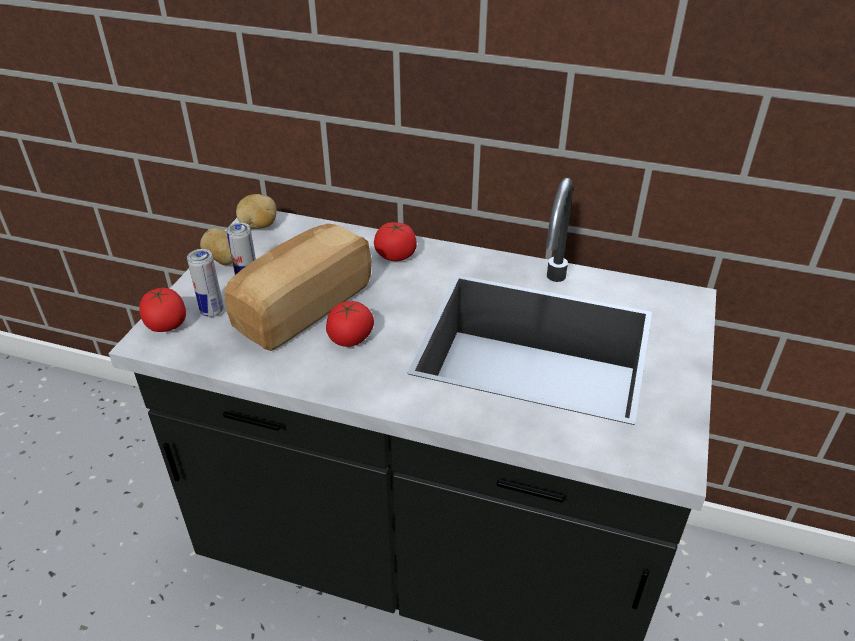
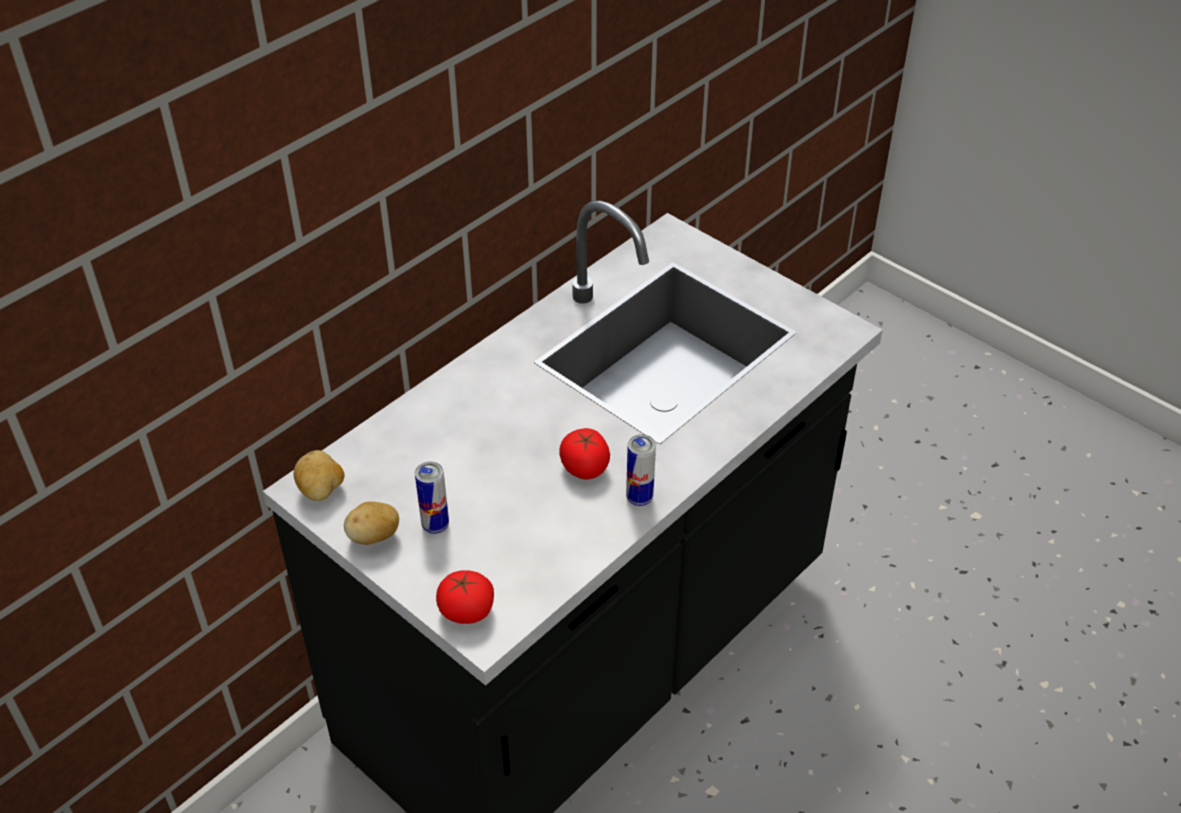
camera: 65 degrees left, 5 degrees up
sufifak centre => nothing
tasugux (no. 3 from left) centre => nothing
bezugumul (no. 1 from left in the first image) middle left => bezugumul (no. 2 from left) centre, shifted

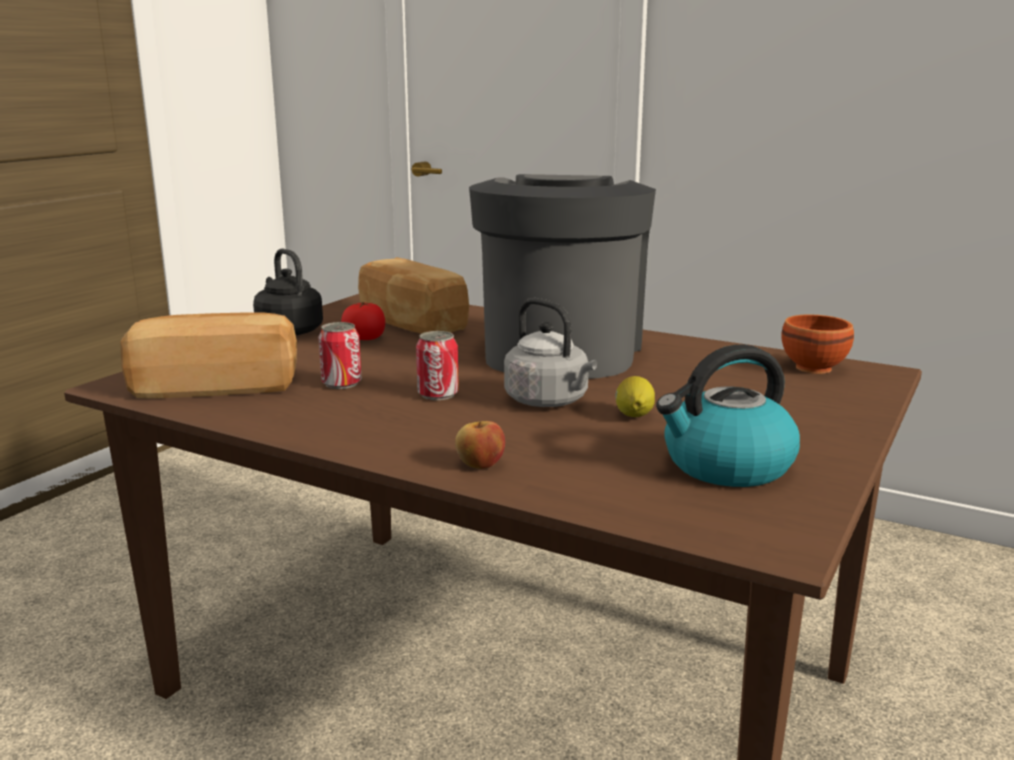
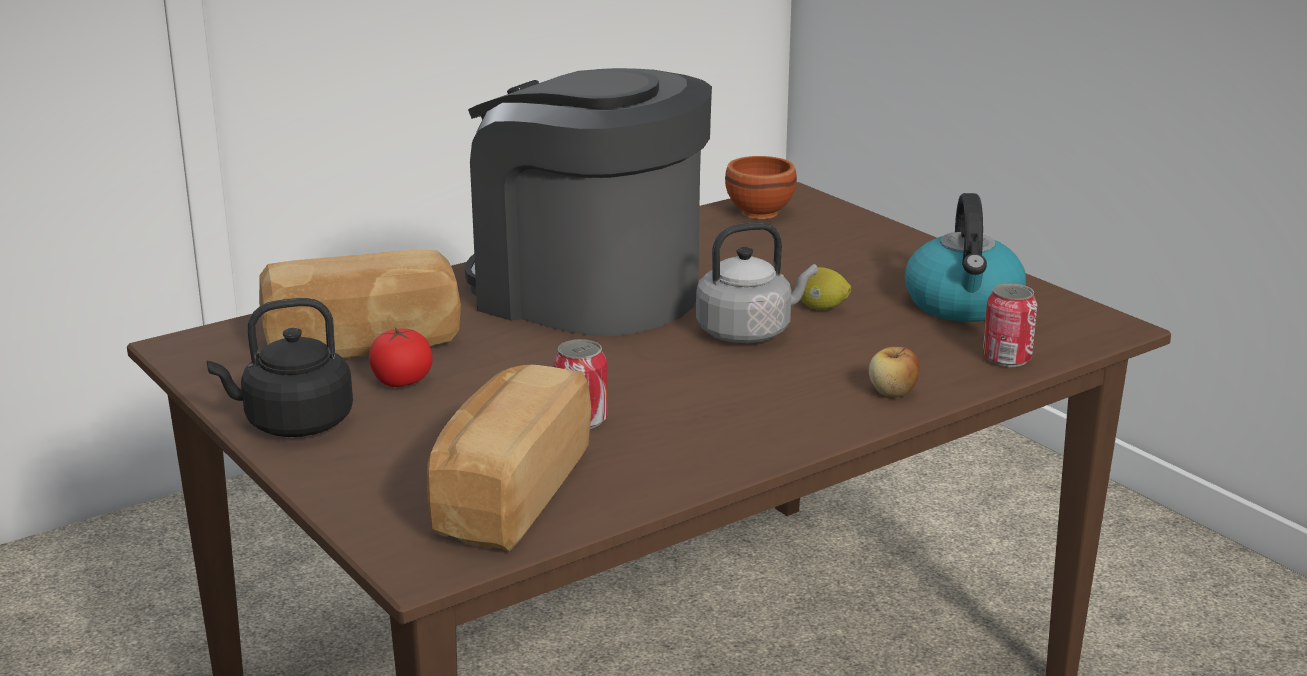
camera: 65 degrees left, 5 degrees up
bezugumul (no. 2 from left) centre => bezugumul (no. 2 from left) middle right, shifted

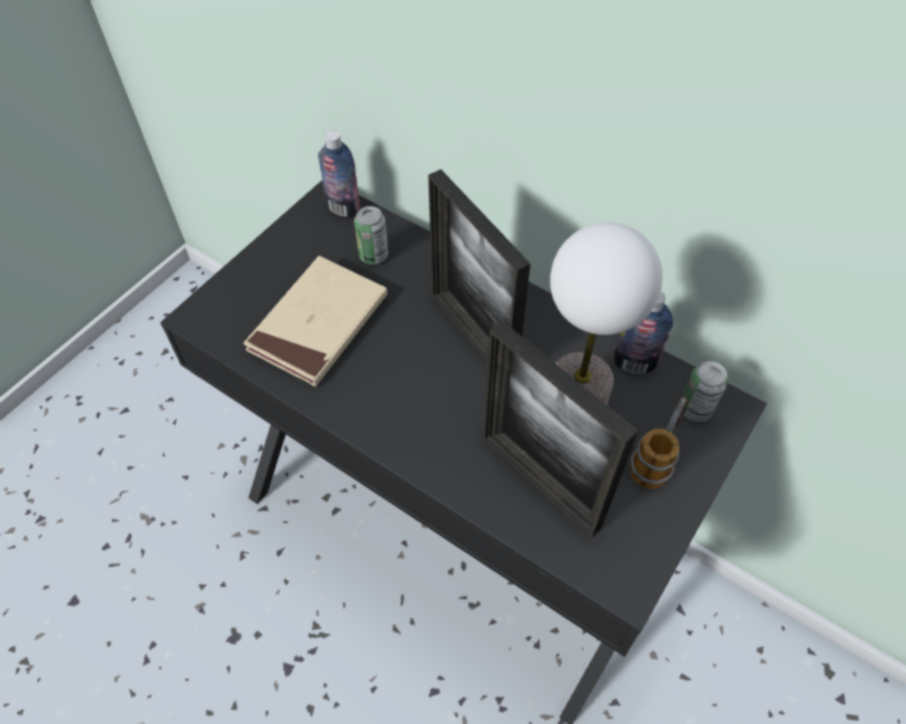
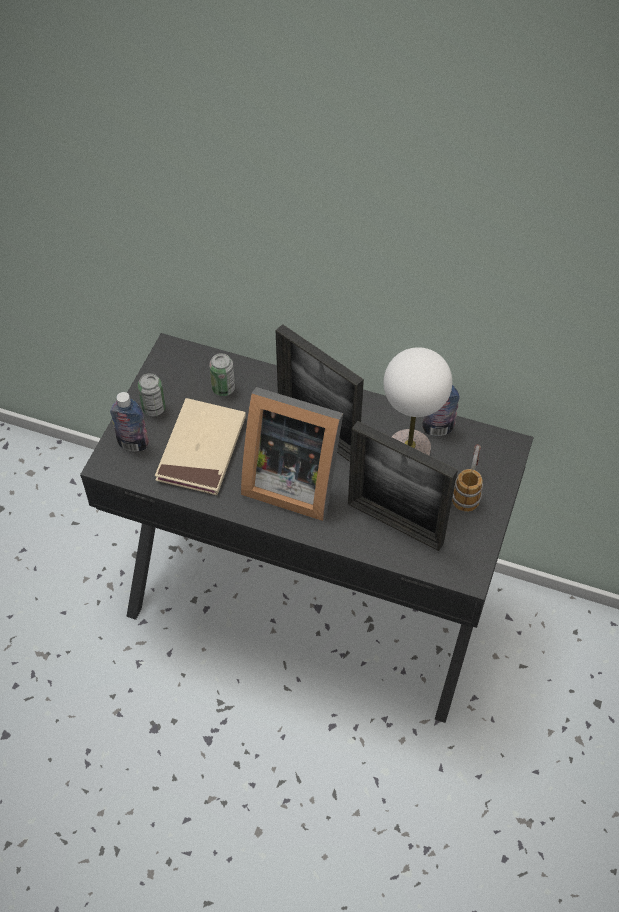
camera: 15 degrees left, 0 degrees up
nothing => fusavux (no. 1 from left) centre
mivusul (no. 1 from left) top centre => mivusul (no. 1 from left) middle left, shifted
bezugumul (no. 2 from left in the first image) middle right => bezugumul (no. 1 from left) middle left, shifted

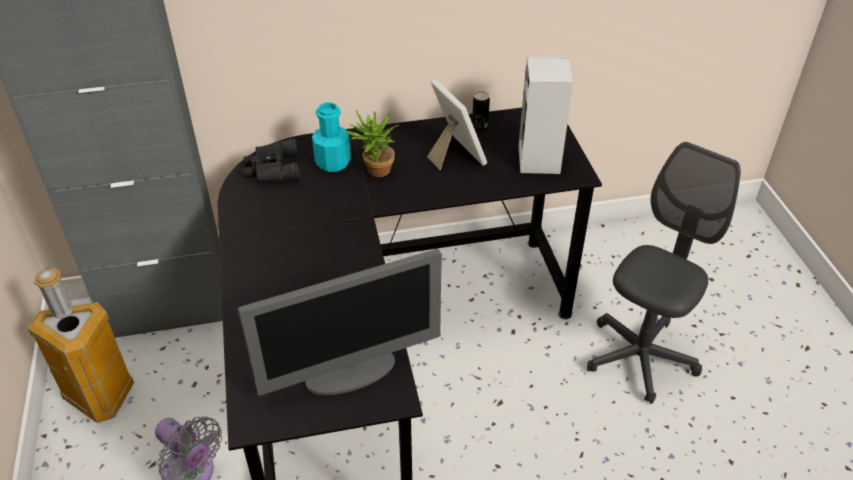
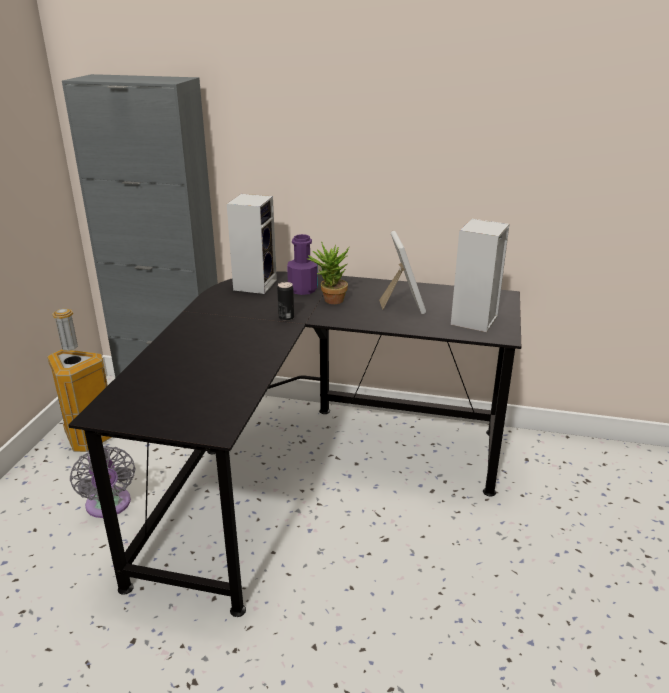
camera: 25 degrees right, 15 degrees down
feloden bottom centre => nothing
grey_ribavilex middle right => nothing
bezugumul top centre => bezugumul centre, shifted
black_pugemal middle left => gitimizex (no. 1 from left) centre
turquoise_mivusul top centre => purple_mivusul centre

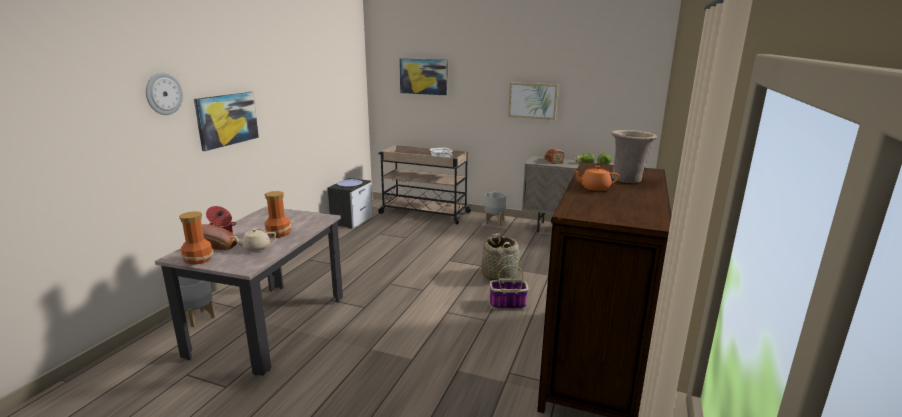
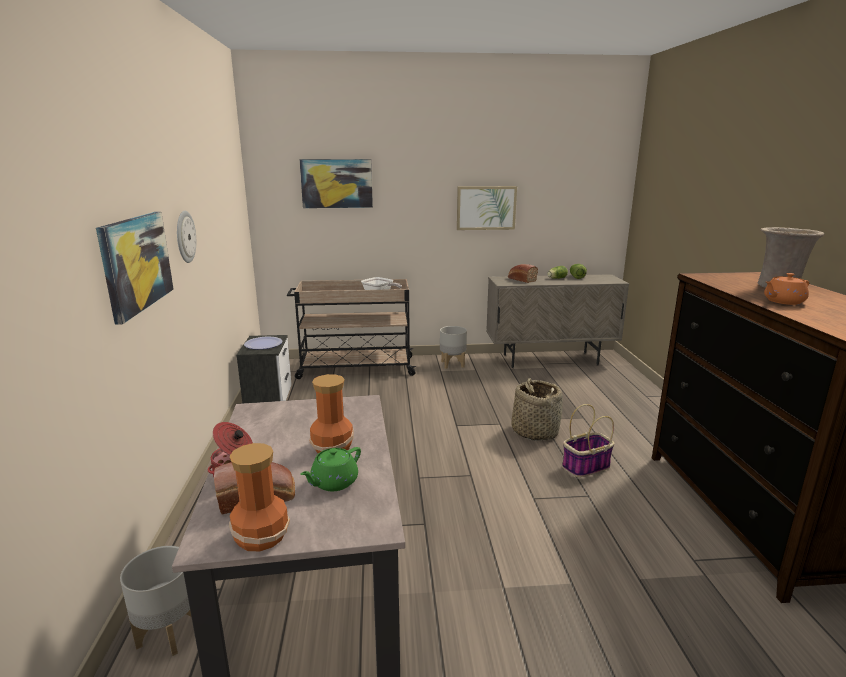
camera: 25 degrees left, 0 degrees up
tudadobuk top left => tudadobuk middle left, shifted
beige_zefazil middle left => green_zefazil bottom centre

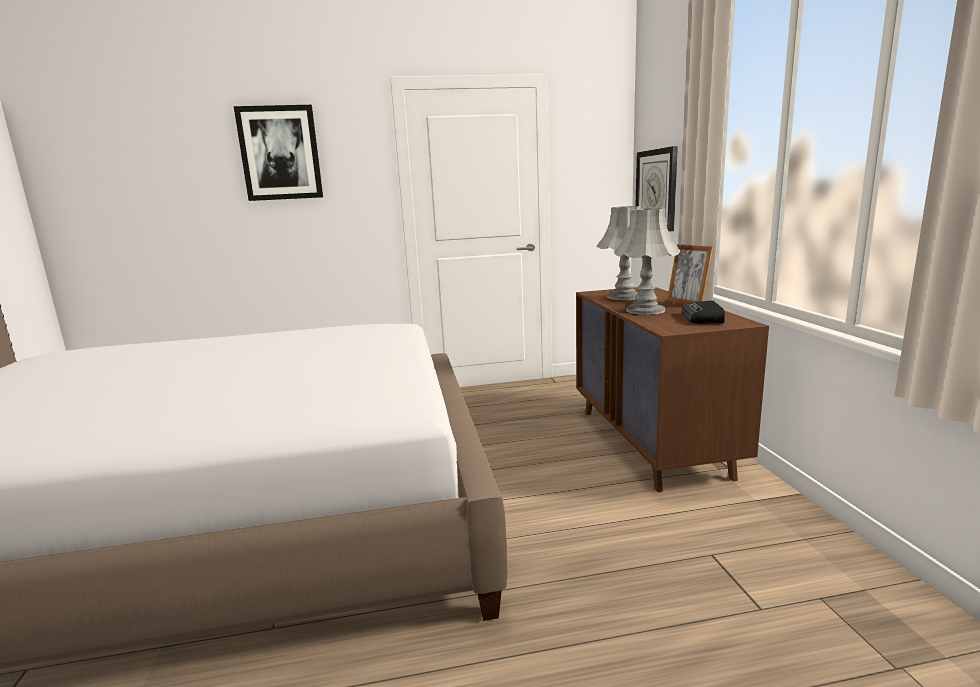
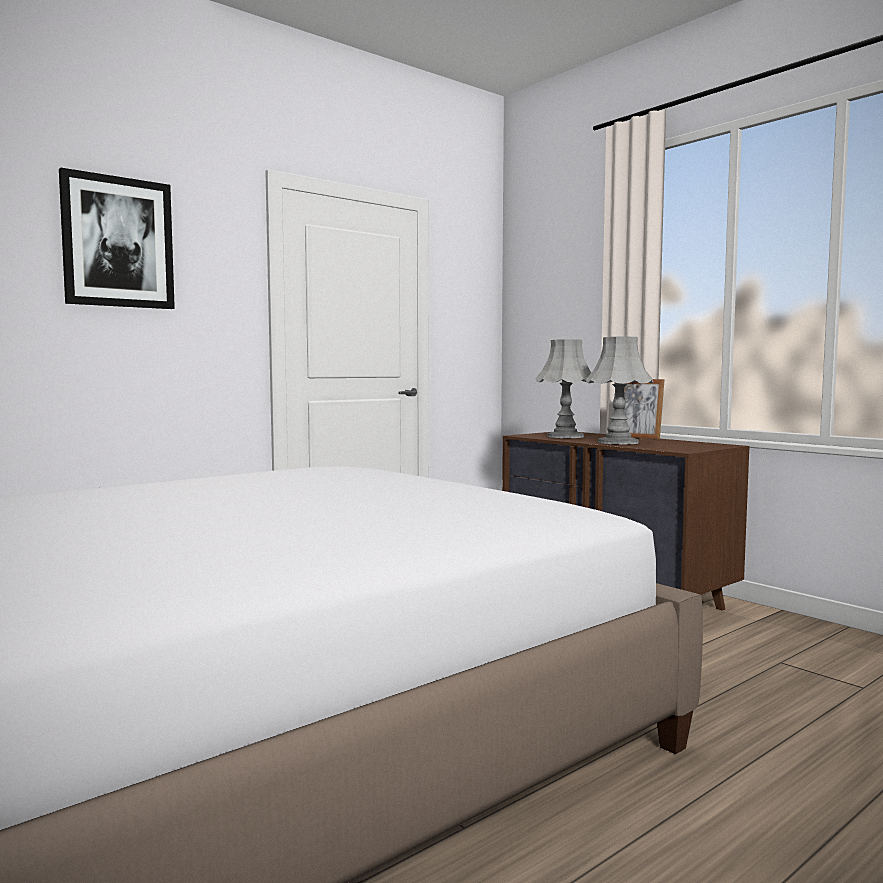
camera: 30 degrees left, 10 degrees down
tudadobuk top right => nothing
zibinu middle right => nothing

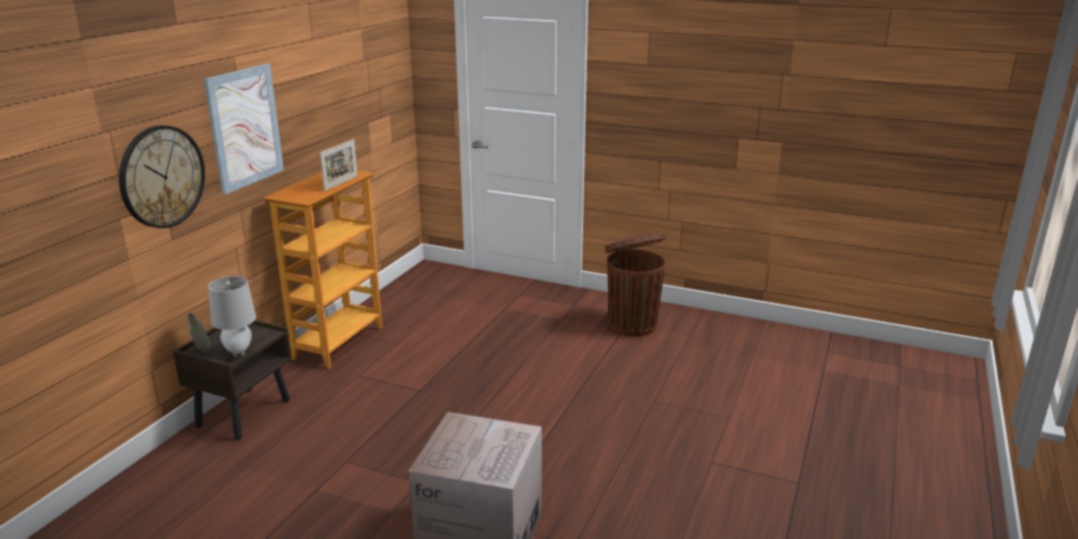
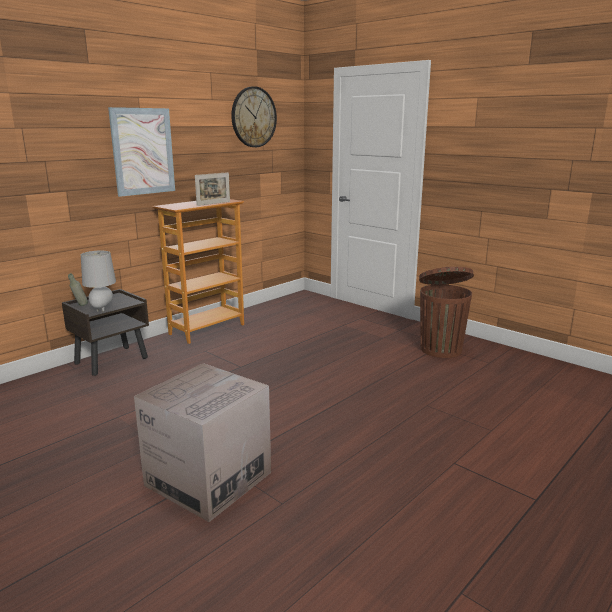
camera: 20 degrees right, 5 degrees down
tudadobuk top left => tudadobuk top centre, shifted

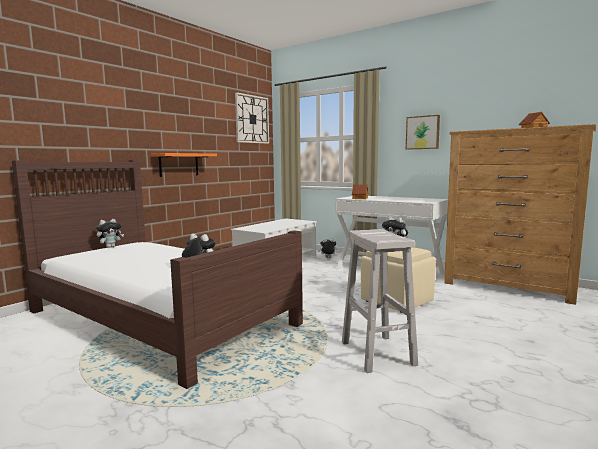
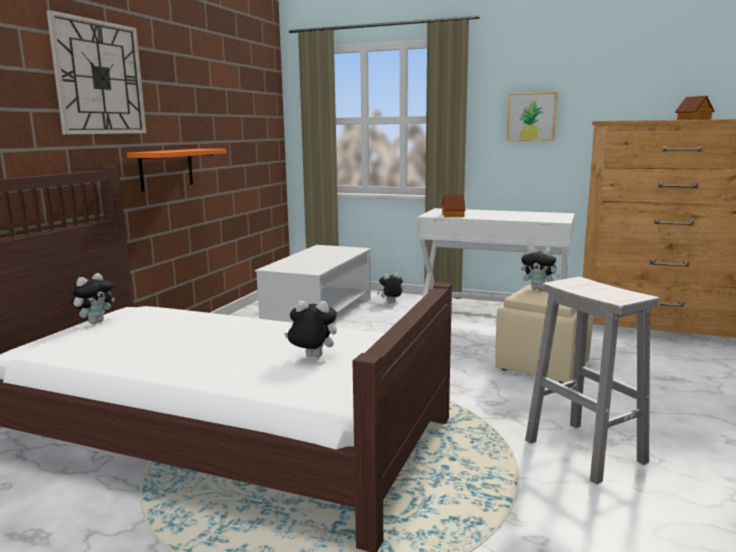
camera: 15 degrees left, 5 degrees up
tudadobuk top centre => tudadobuk top left, shifted

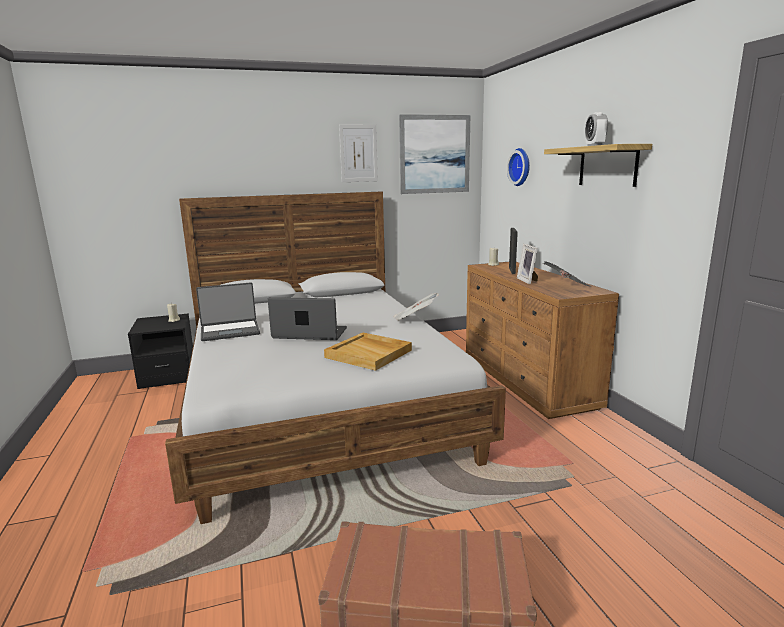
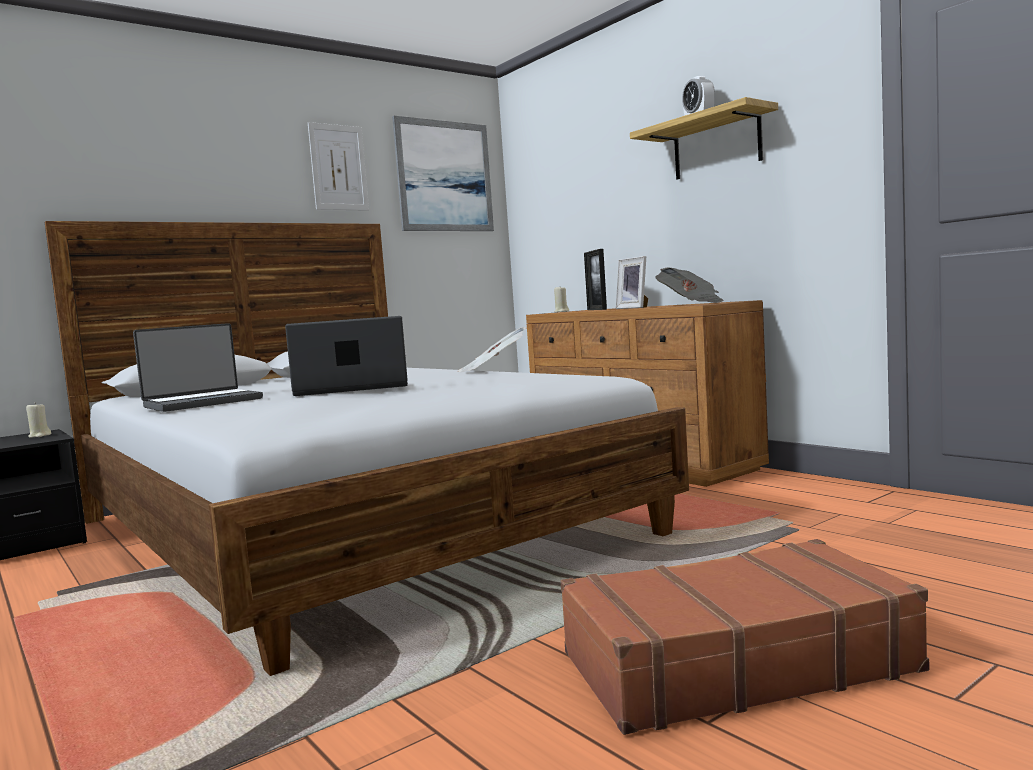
camera: 20 degrees left, 10 degrees down
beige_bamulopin centre => nothing
tudadobuk top centre => nothing

